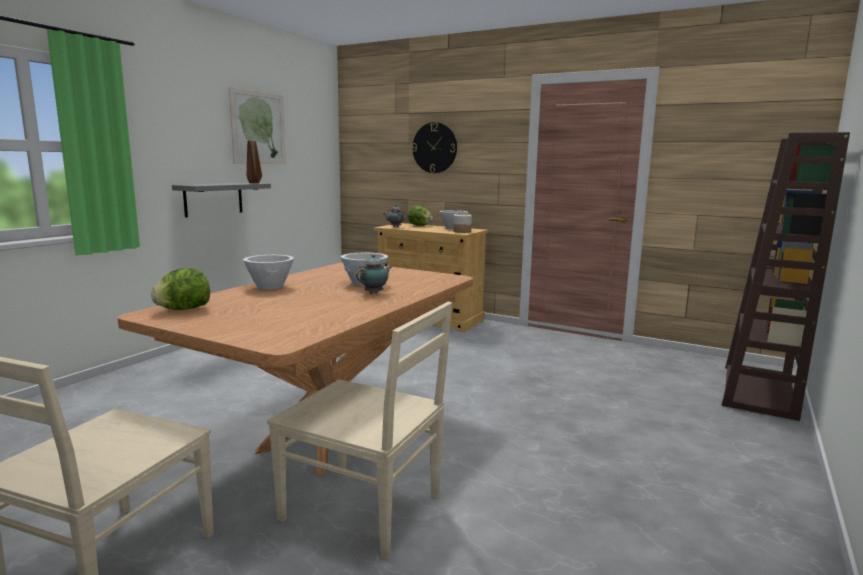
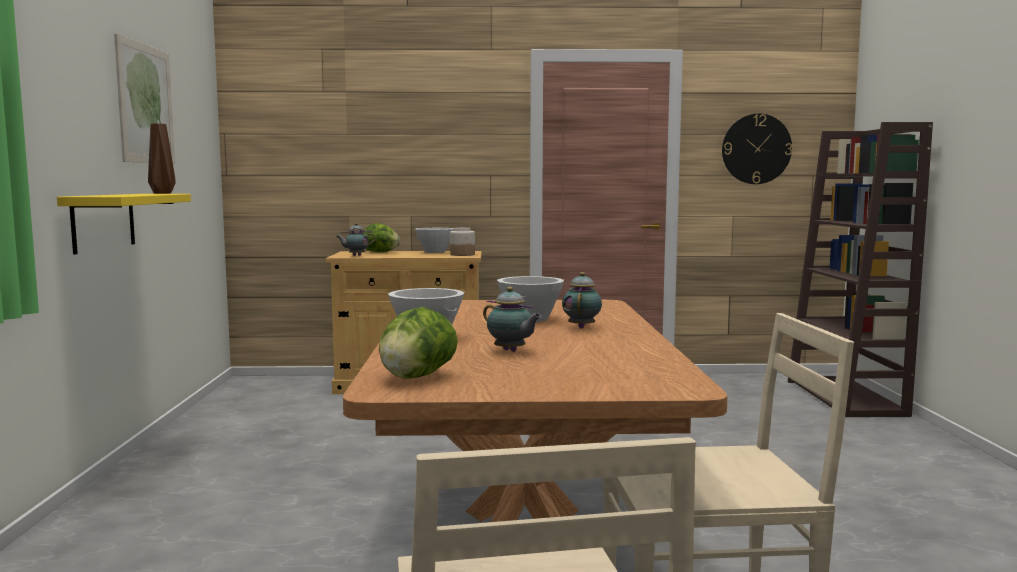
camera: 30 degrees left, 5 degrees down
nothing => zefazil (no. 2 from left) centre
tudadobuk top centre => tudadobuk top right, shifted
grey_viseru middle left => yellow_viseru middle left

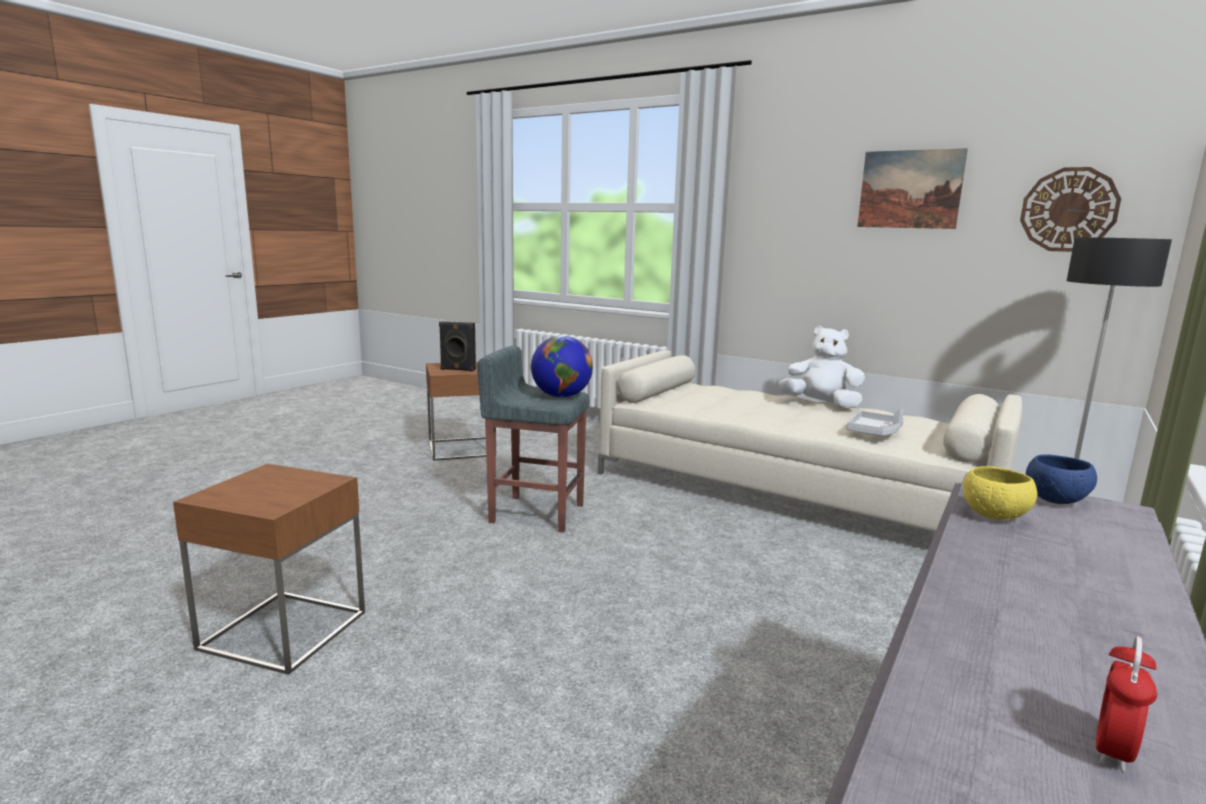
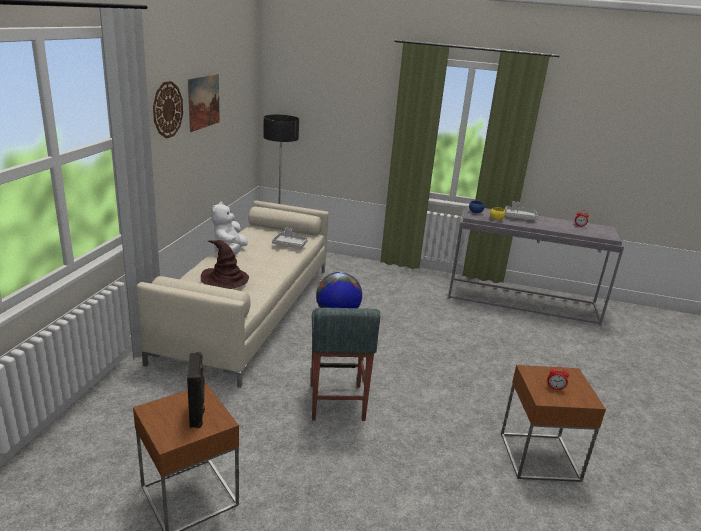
camera: 110 degrees left, 10 degrees up
nothing => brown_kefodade middle left
nothing => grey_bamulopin (no. 2 from left) middle right
nothing => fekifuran (no. 1 from left) bottom right
tudadobuk top right => tudadobuk top left, shifted

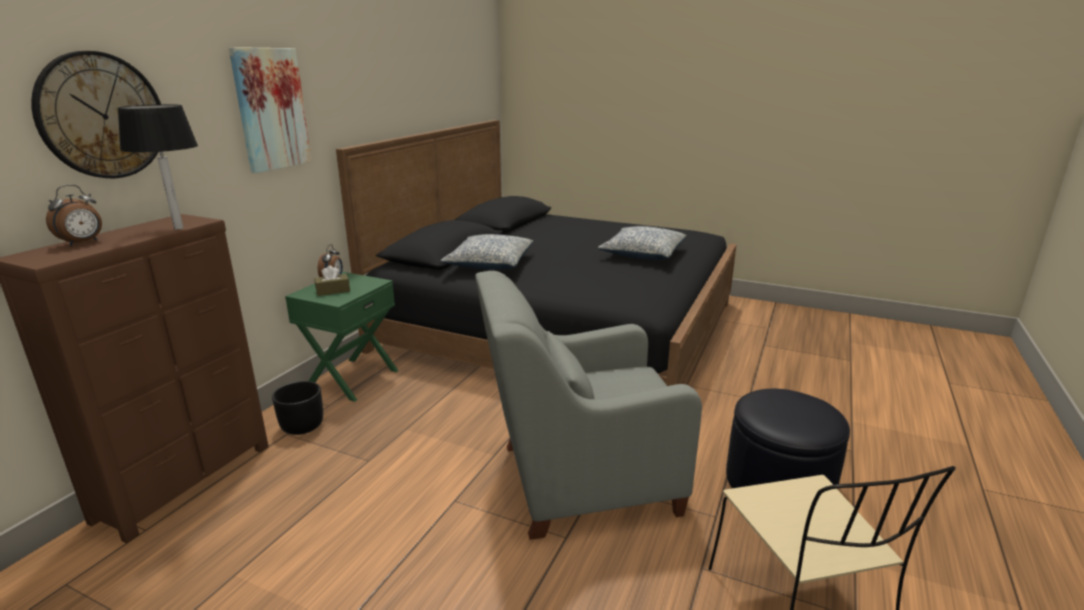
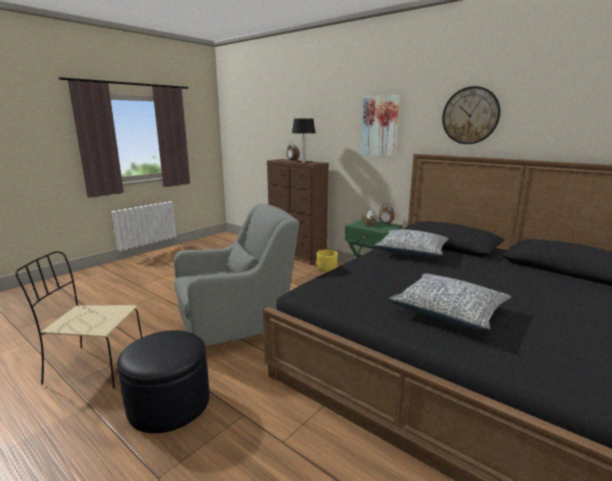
camera: 105 degrees right, 5 degrees down
tudadobuk top left => tudadobuk top right, shifted
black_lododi bottom left => yellow_lododi centre
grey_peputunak centre, 60 degrees clockwise

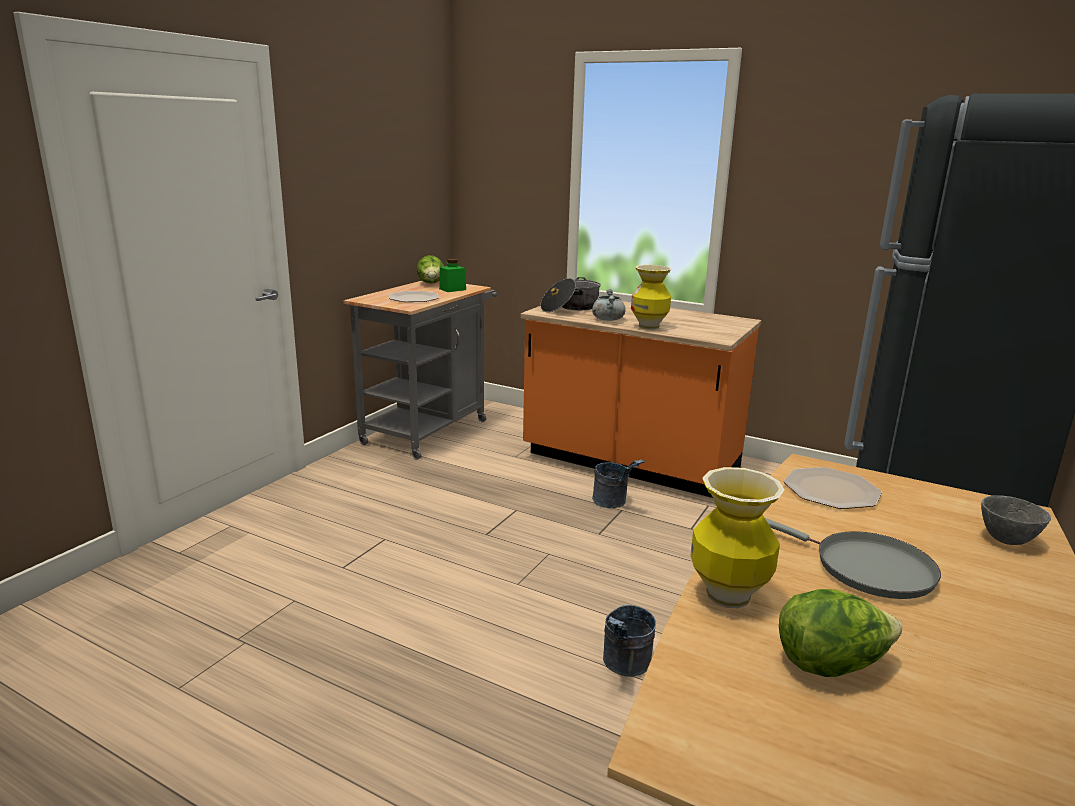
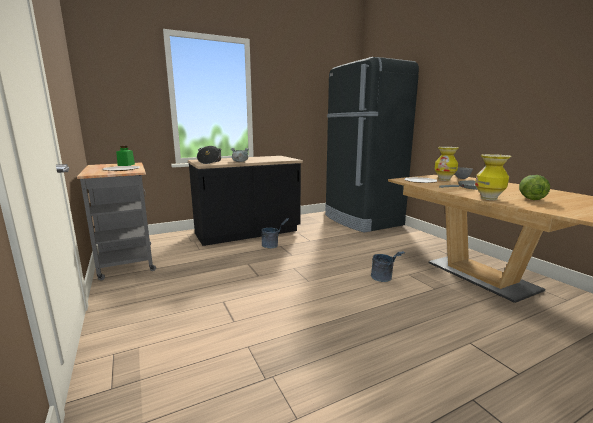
camera: 55 degrees left, 5 degrees down
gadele (no. 1 from left) centre => nothing
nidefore (no. 1 from left) centre => nidefore (no. 1 from left) middle right, shifted
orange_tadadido centre => black_tadadido centre

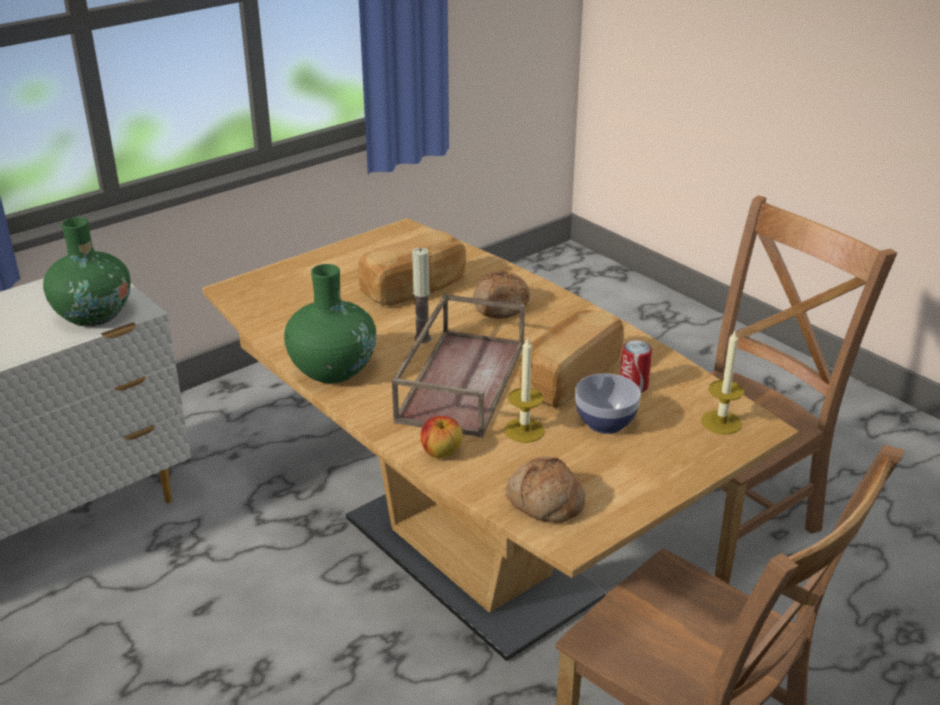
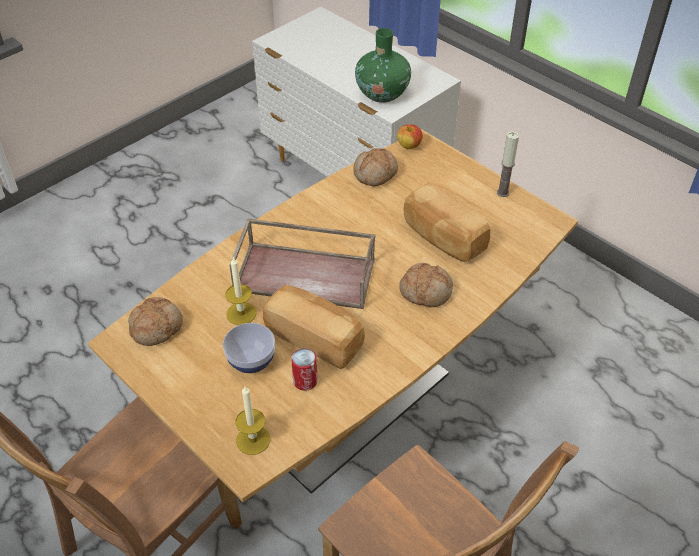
camera: 85 degrees right, 15 degrees up
green_nidefore (no. 2 from left) centre => nothing
nothing => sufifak (no. 3 from left) top centre
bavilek (no. 1 from left in the first image) centre => bavilek (no. 3 from left) top right, shifted
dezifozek centre => dezifozek top centre, shifted

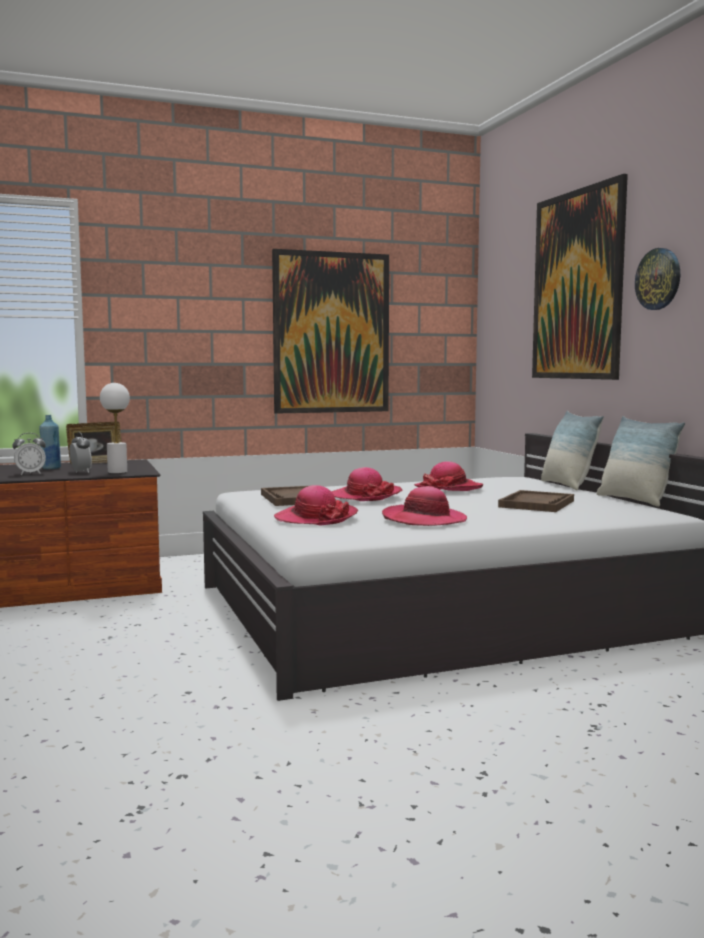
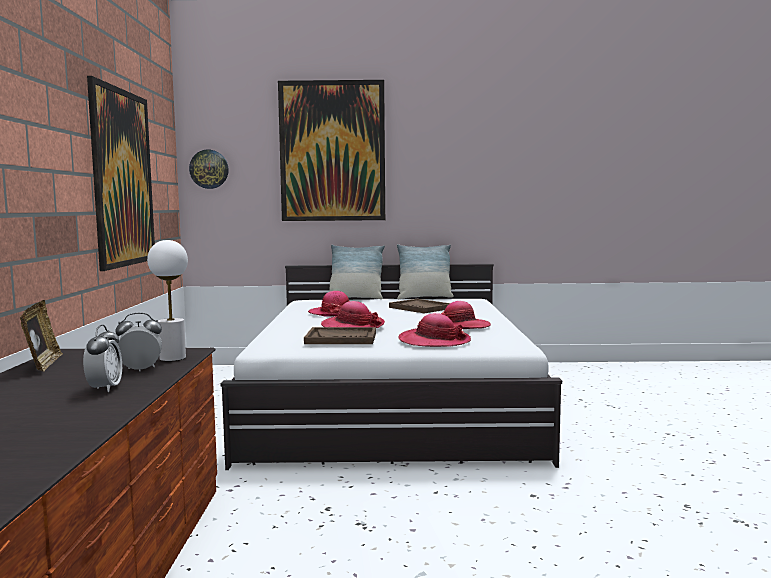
camera: 70 degrees left, 0 degrees up
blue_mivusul middle left => nothing
tudadobuk top right => tudadobuk top left, shifted

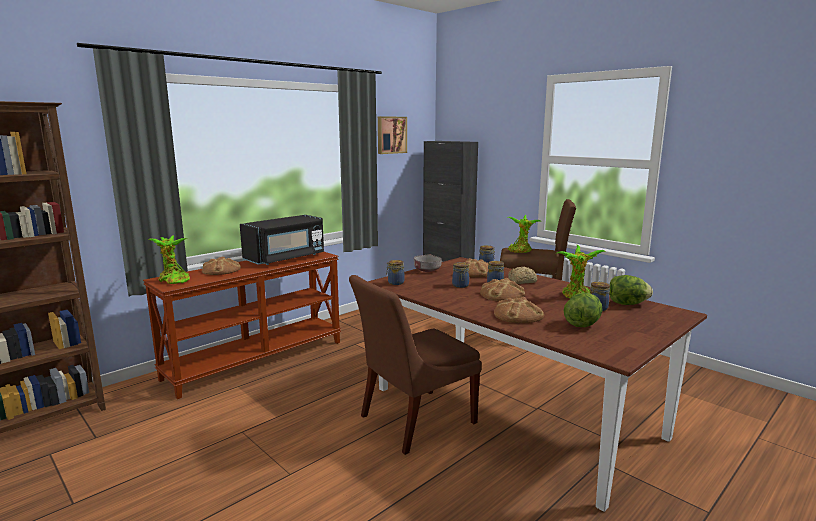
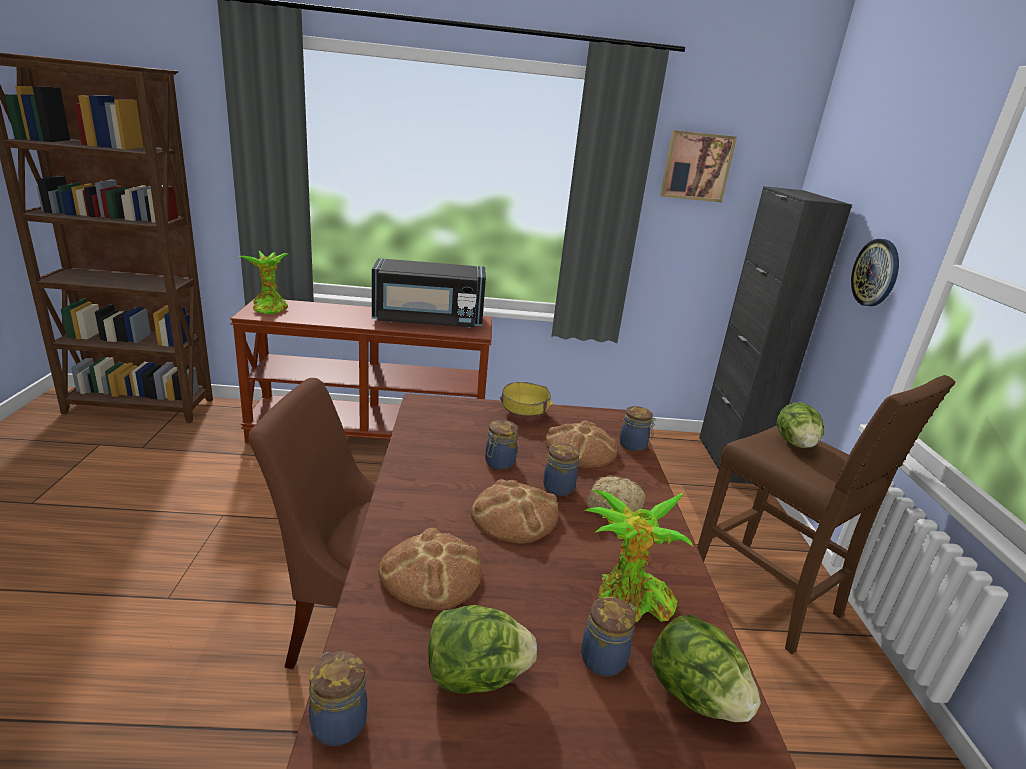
camera: 40 degrees right, 10 degrees up
sufifak (no. 1 from left) middle left => nothing
nothing => tudadobuk middle right
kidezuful (no. 1 from left) centre => kidezuful (no. 1 from left) bottom left, shifted
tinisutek (no. 2 from left) centre => gadele (no. 3 from left) middle right
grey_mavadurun centre => yellow_mavadurun centre

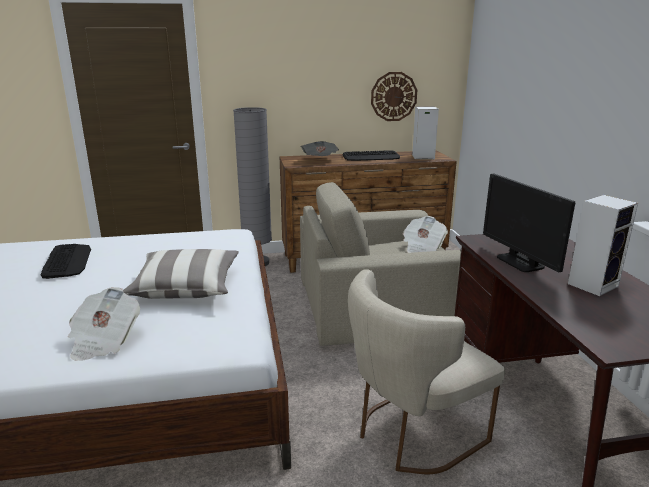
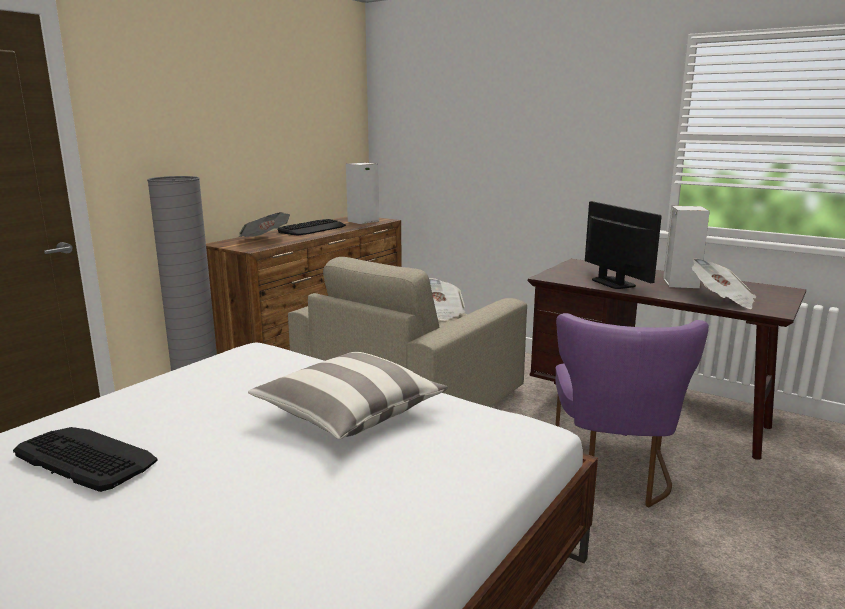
camera: 45 degrees left, 5 degrees down
tudadobuk top centre => nothing
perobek (no. 1 from left in the first image) middle left => perobek (no. 3 from left) middle right, shifted
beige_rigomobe bottom centre => purple_rigomobe bottom right
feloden middle right, 135 degrees counterclockwise

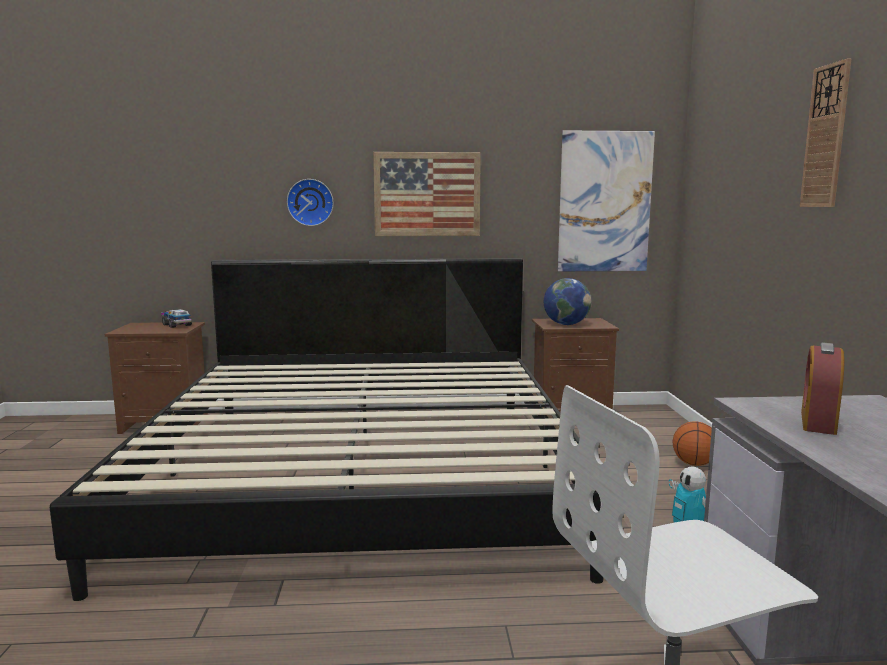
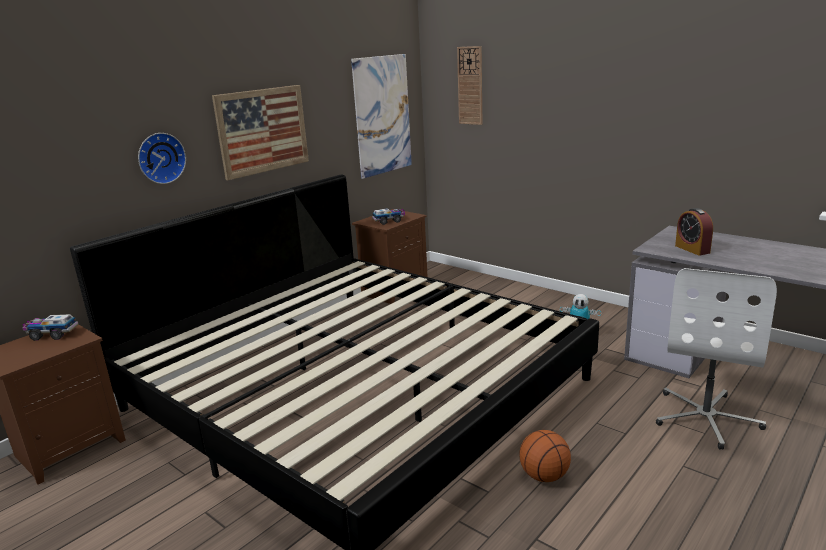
camera: 45 degrees left, 10 degrees up
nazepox middle right => nazepox bottom centre, shifted
tudadobuk (no. 2 from left) top right => tudadobuk (no. 2 from left) top centre, shifted
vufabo centre => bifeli (no. 2 from left) centre

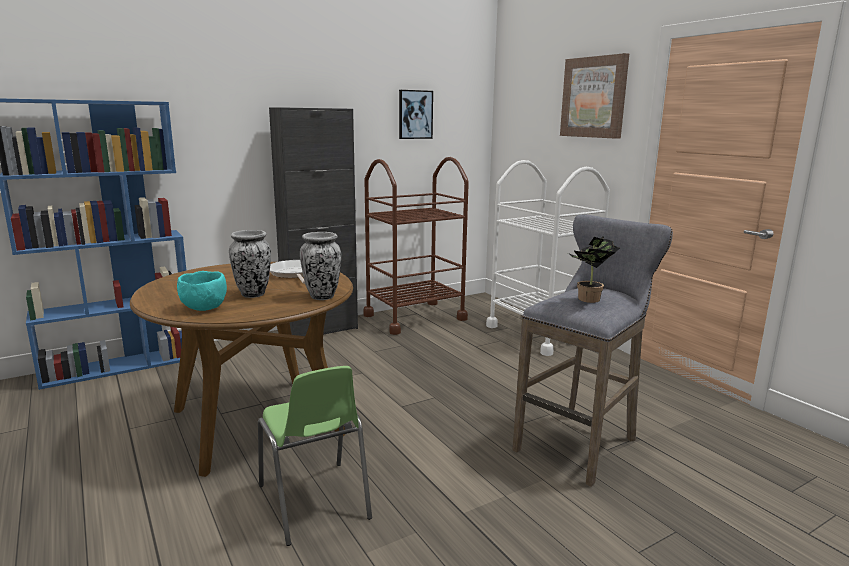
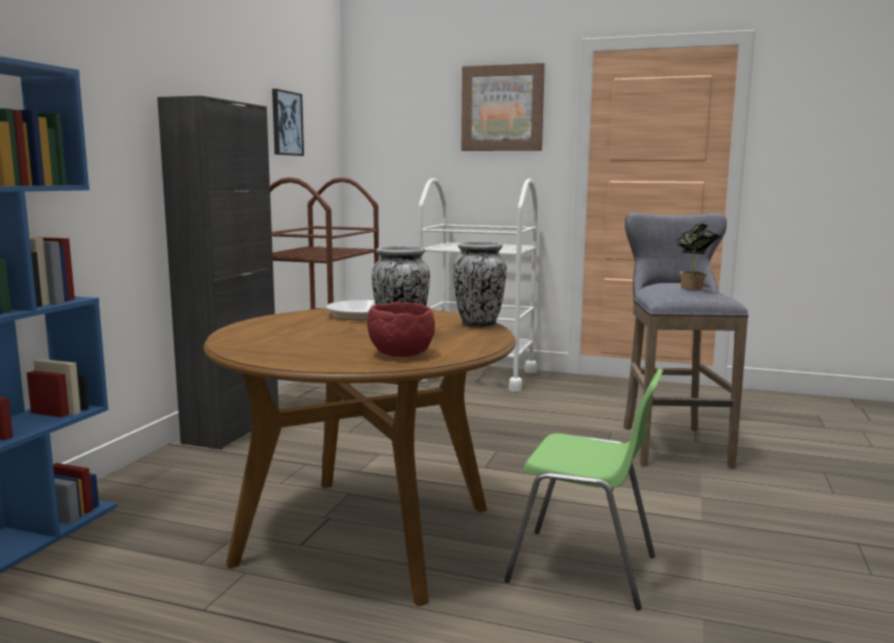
camera: 40 degrees left, 5 degrees down
turquoise_mavadurun middle left => red_mavadurun centre

